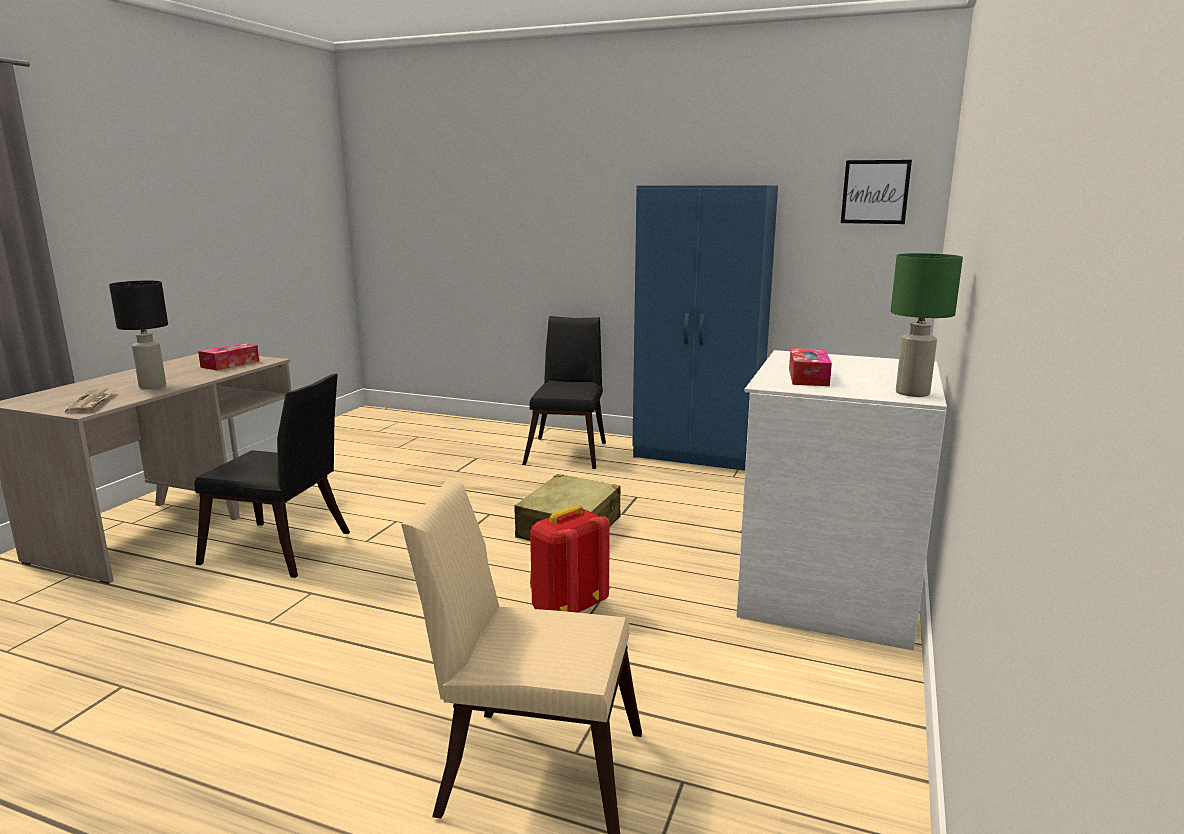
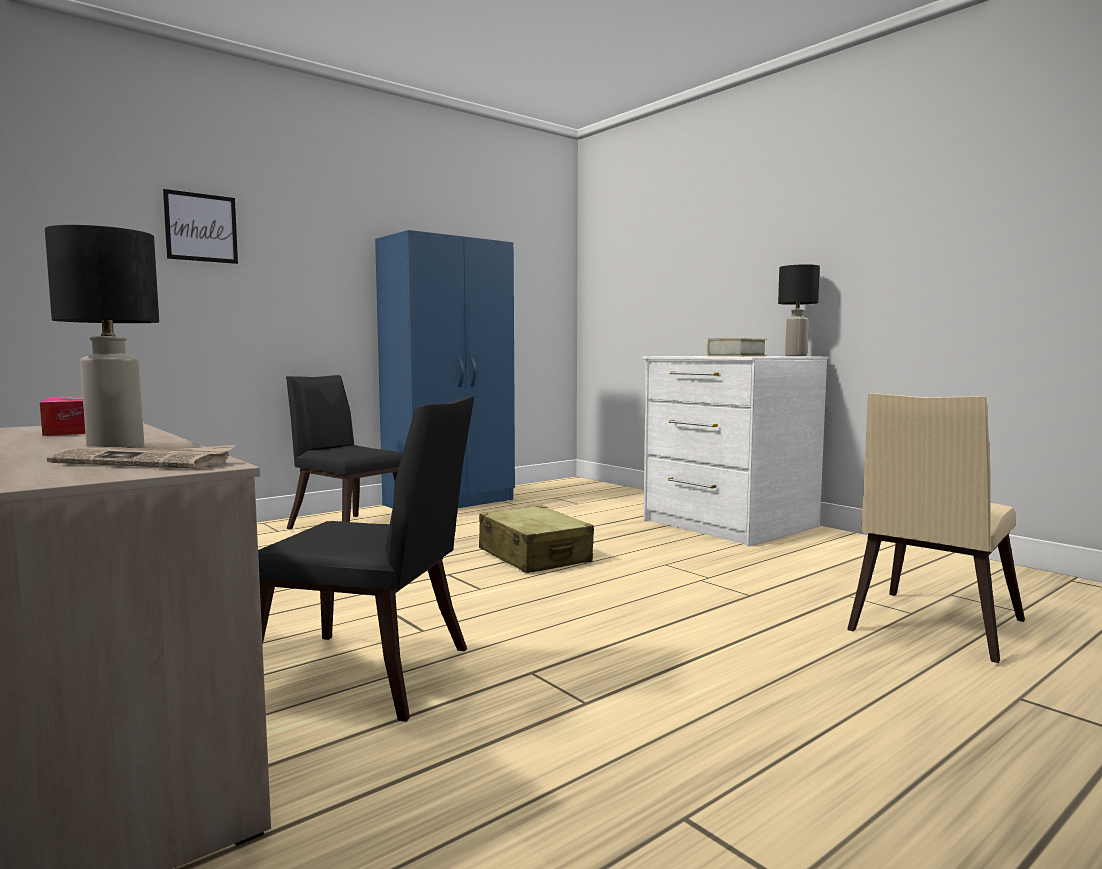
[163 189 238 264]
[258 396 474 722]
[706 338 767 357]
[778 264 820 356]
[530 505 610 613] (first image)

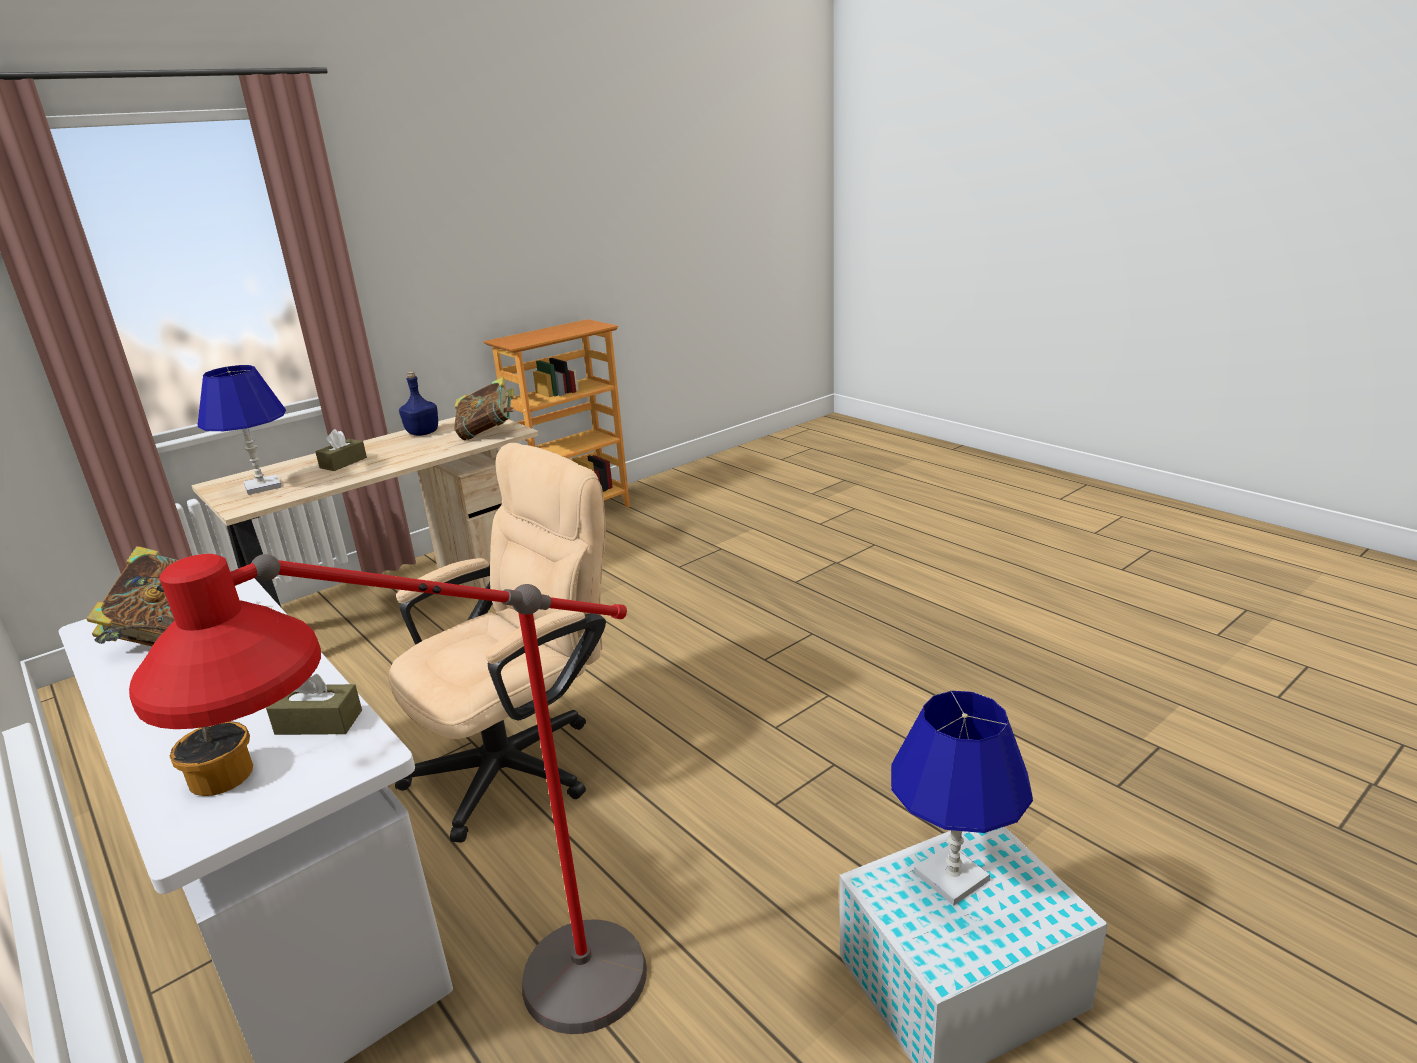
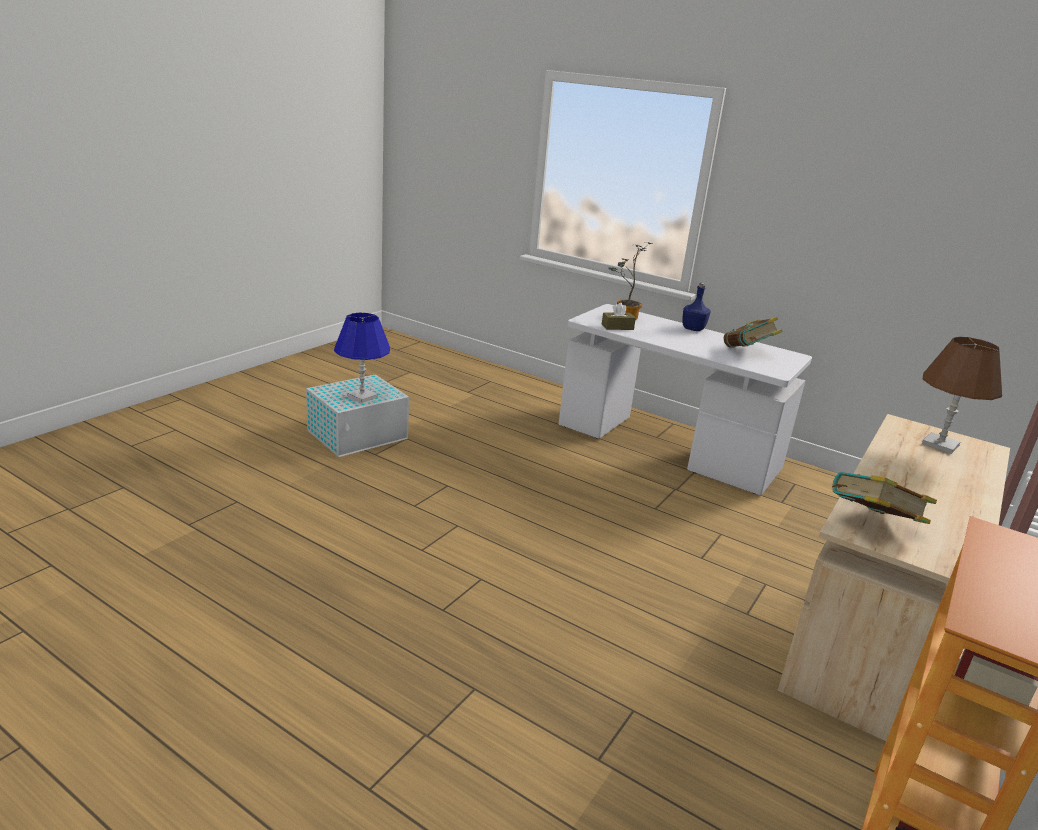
[682 283 711 331]
[922 337 1002 454]
[129 554 647 1034] (first image)
[315 429 367 471] (first image)
[389 443 606 843] (first image)

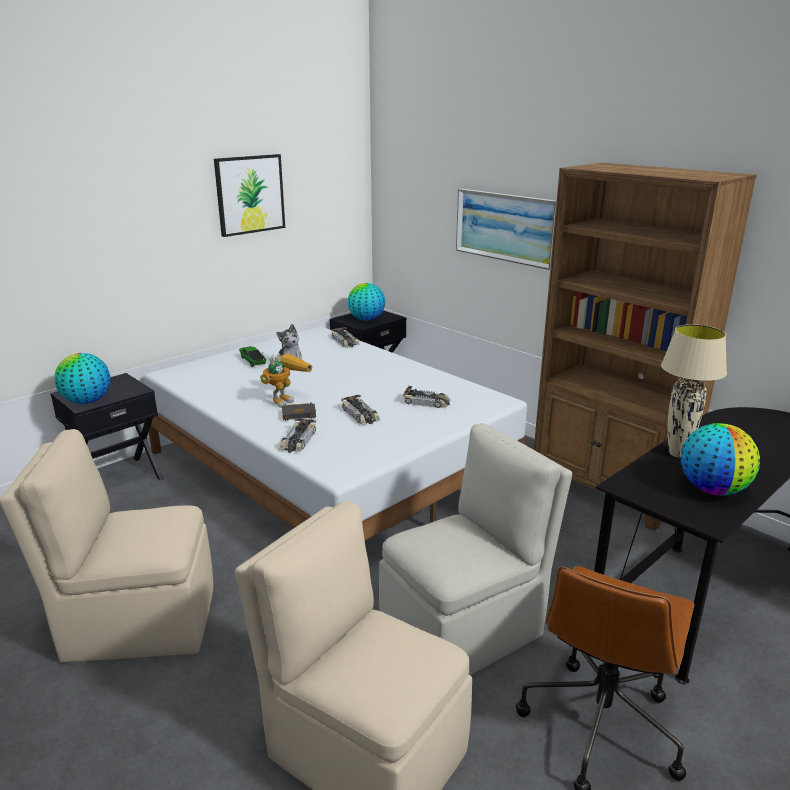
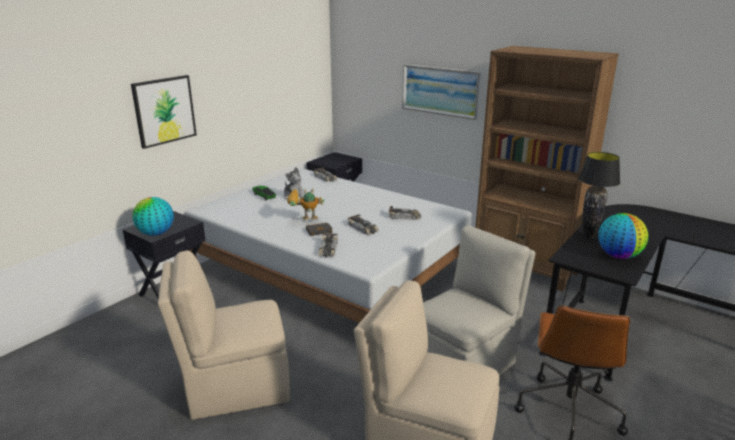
[131 75 197 149]
[287 188 324 219]
[578 152 620 238]
[348 283 385 321] (first image)

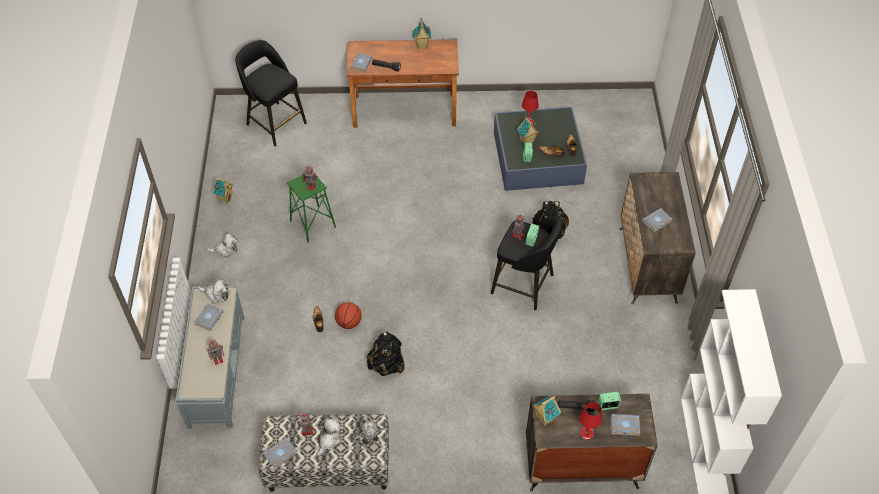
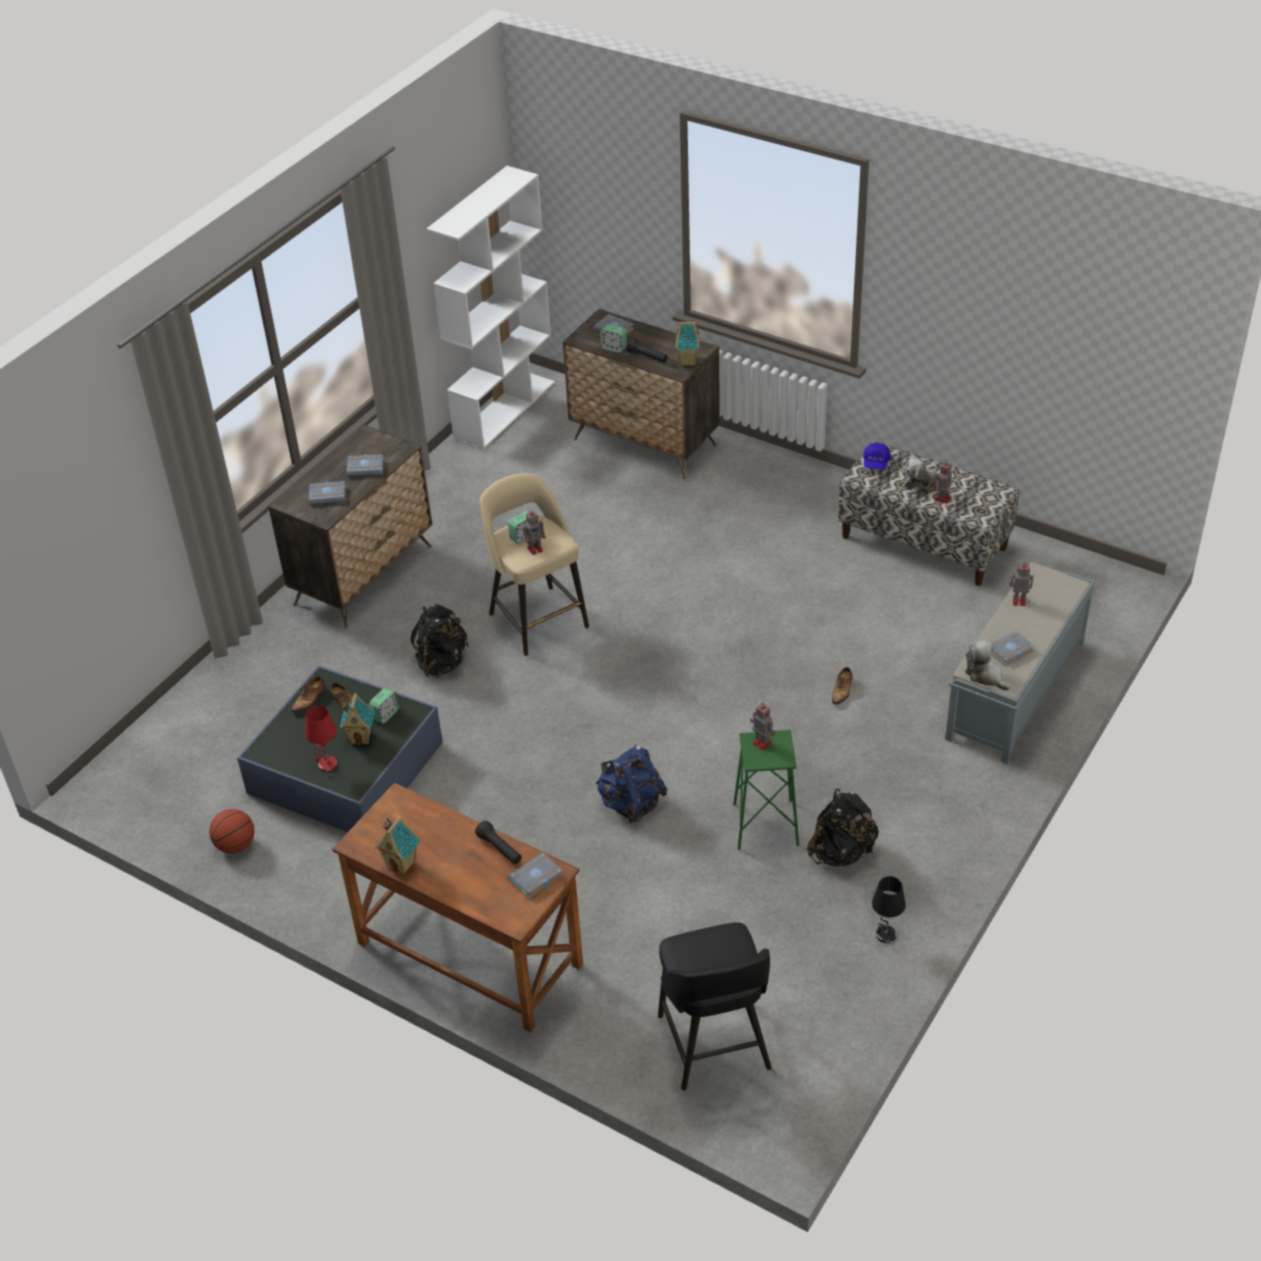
[209 809 255 853]
[309 481 346 505]
[480 473 589 656]
[595 745 668 823]
[807 789 879 866]
[863 443 891 470]
[872 876 906 943]
[207 233 237 257] (first image)
[579 402 602 440] (first image)

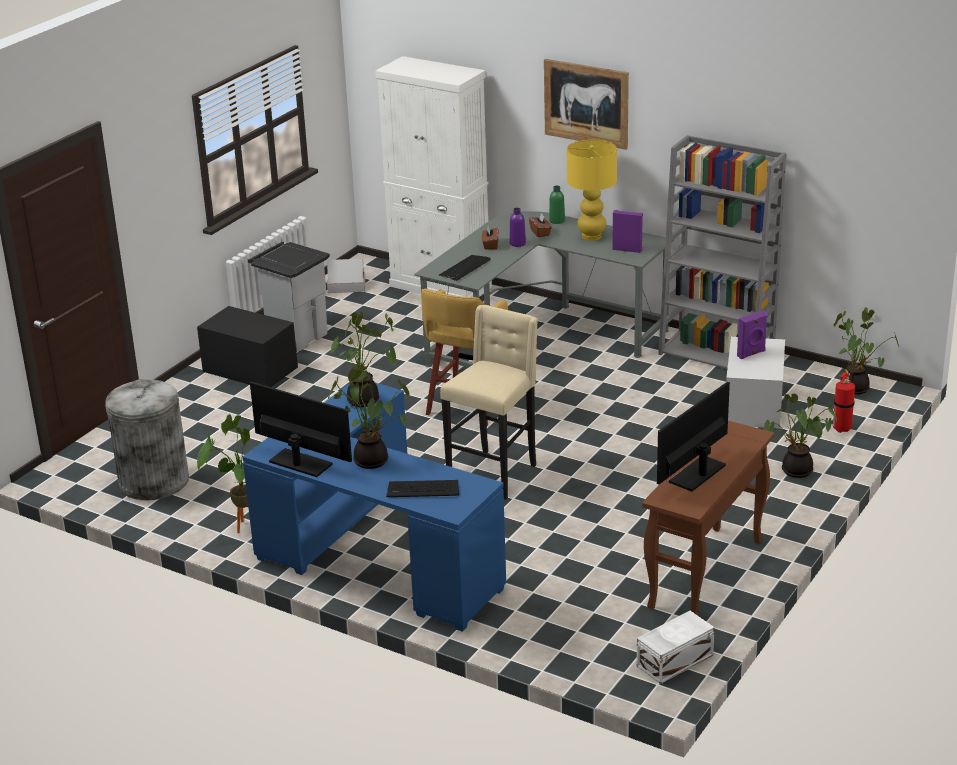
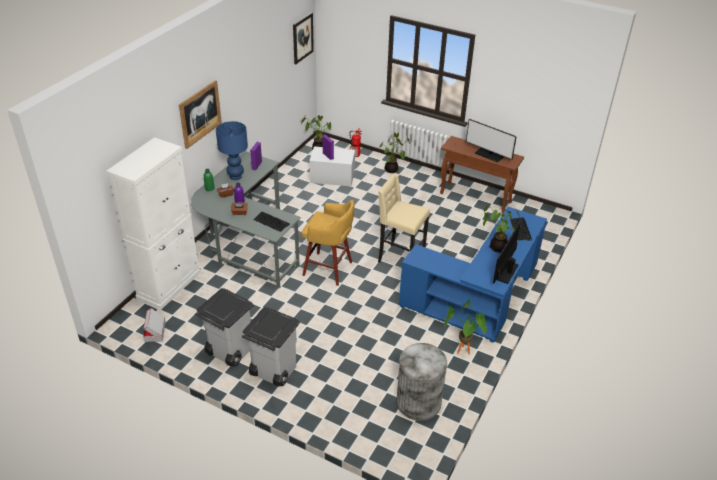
[216 121 248 180]
[242 307 300 386]
[293 12 314 64]
[330 312 396 407] (first image)
[637 611 715 684] (first image)
[658 135 786 369] (first image)

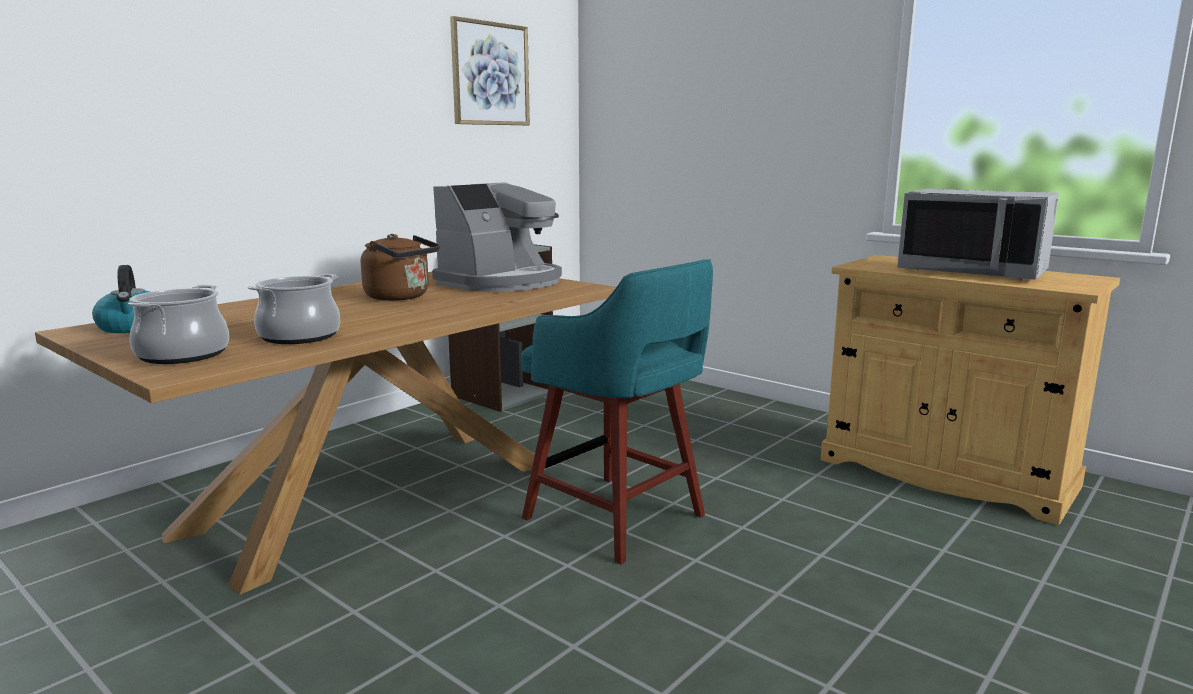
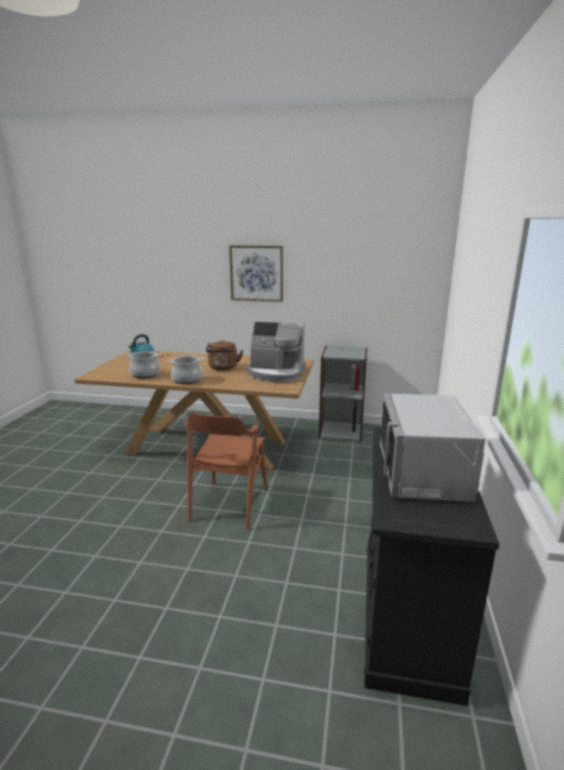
[167 356 204 384]
[185 413 268 530]
[229 245 283 302]
[364 428 499 706]

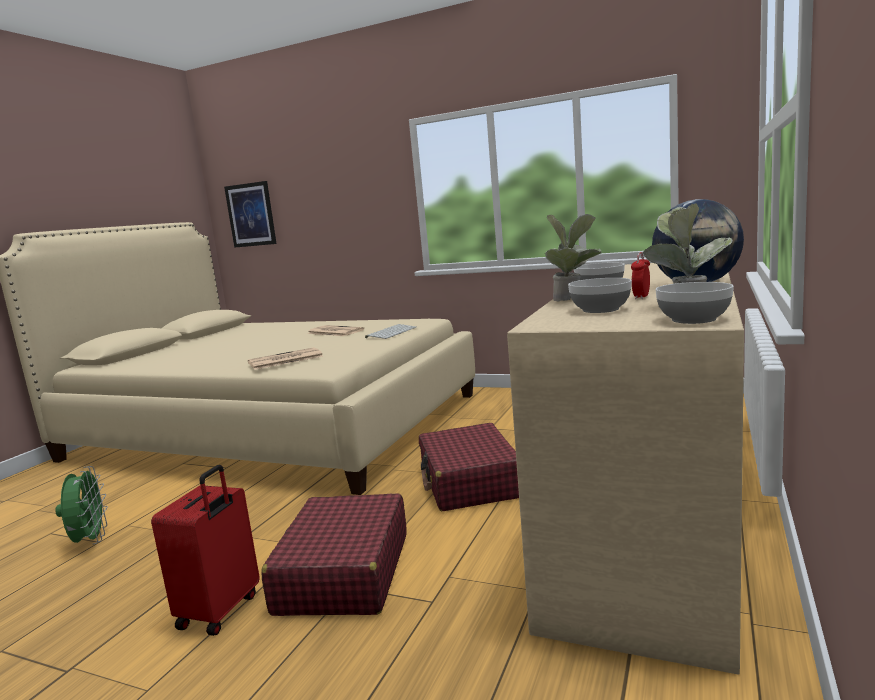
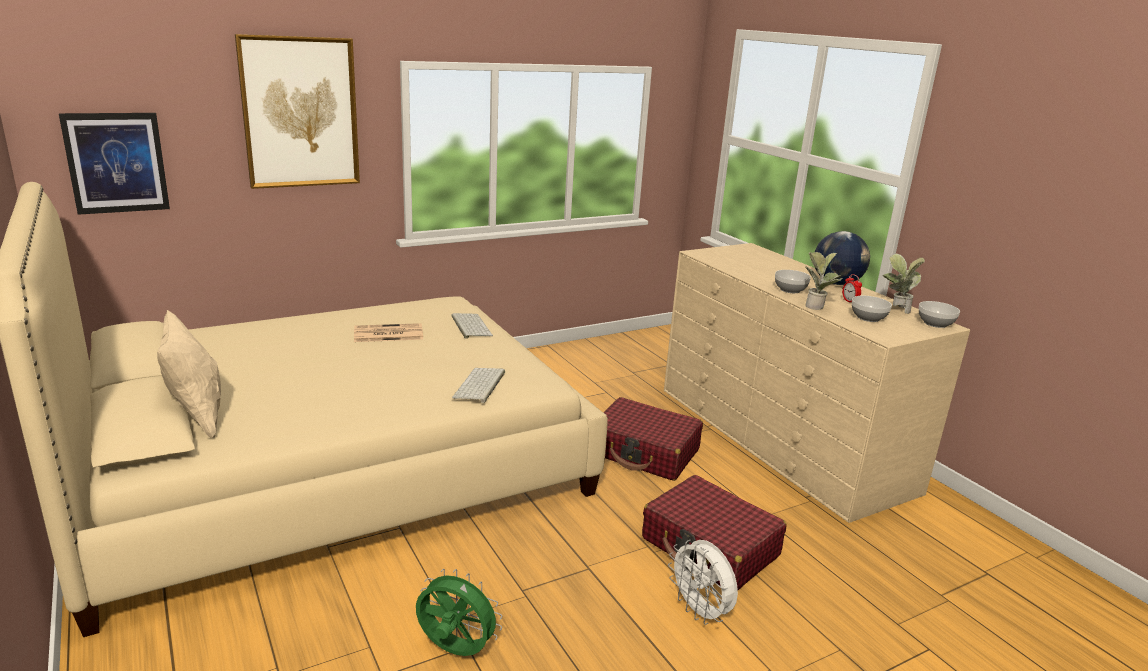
[157 310 221 439]
[235 34 360 189]
[452 368 505 403]
[668 540 738 625]

